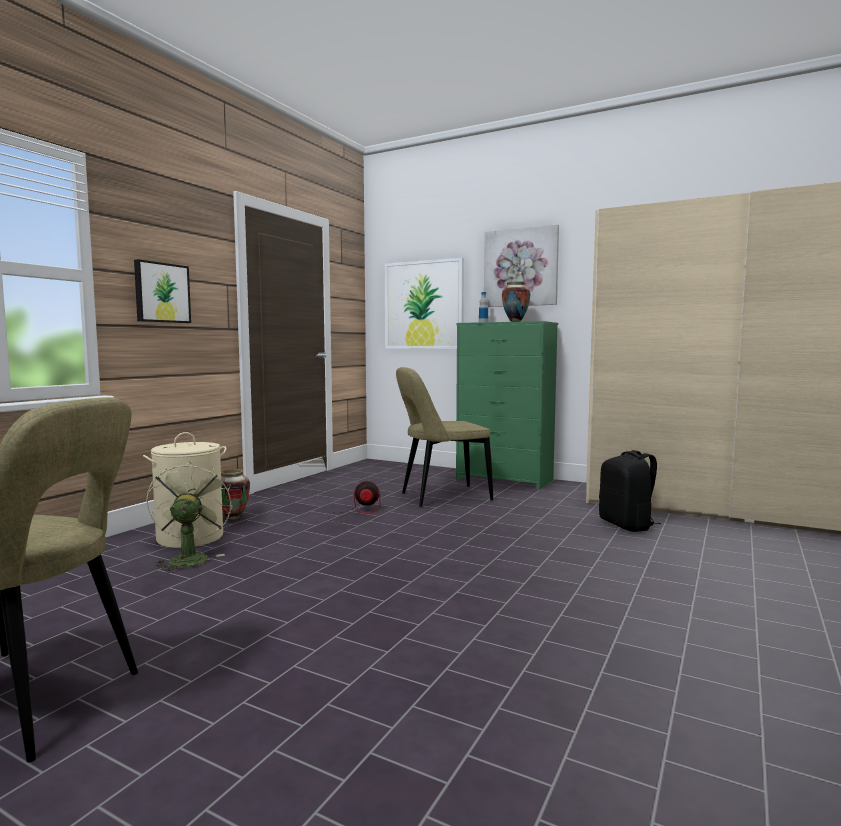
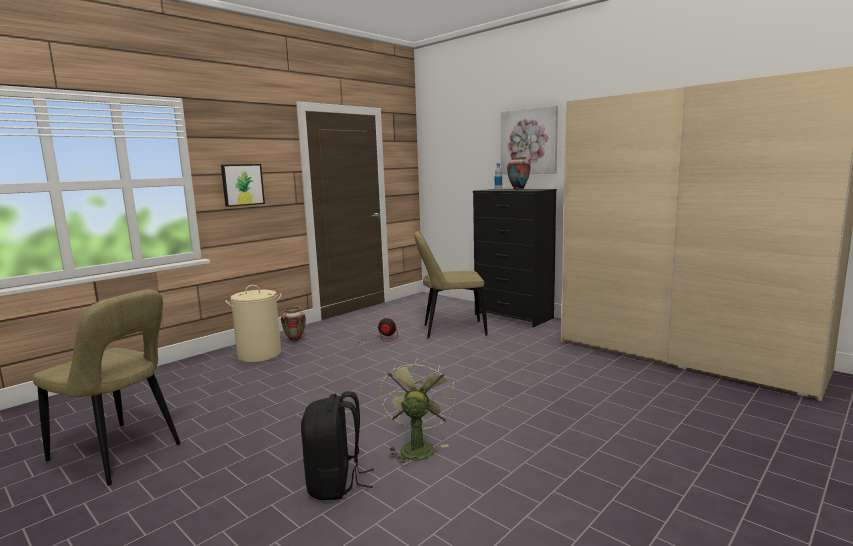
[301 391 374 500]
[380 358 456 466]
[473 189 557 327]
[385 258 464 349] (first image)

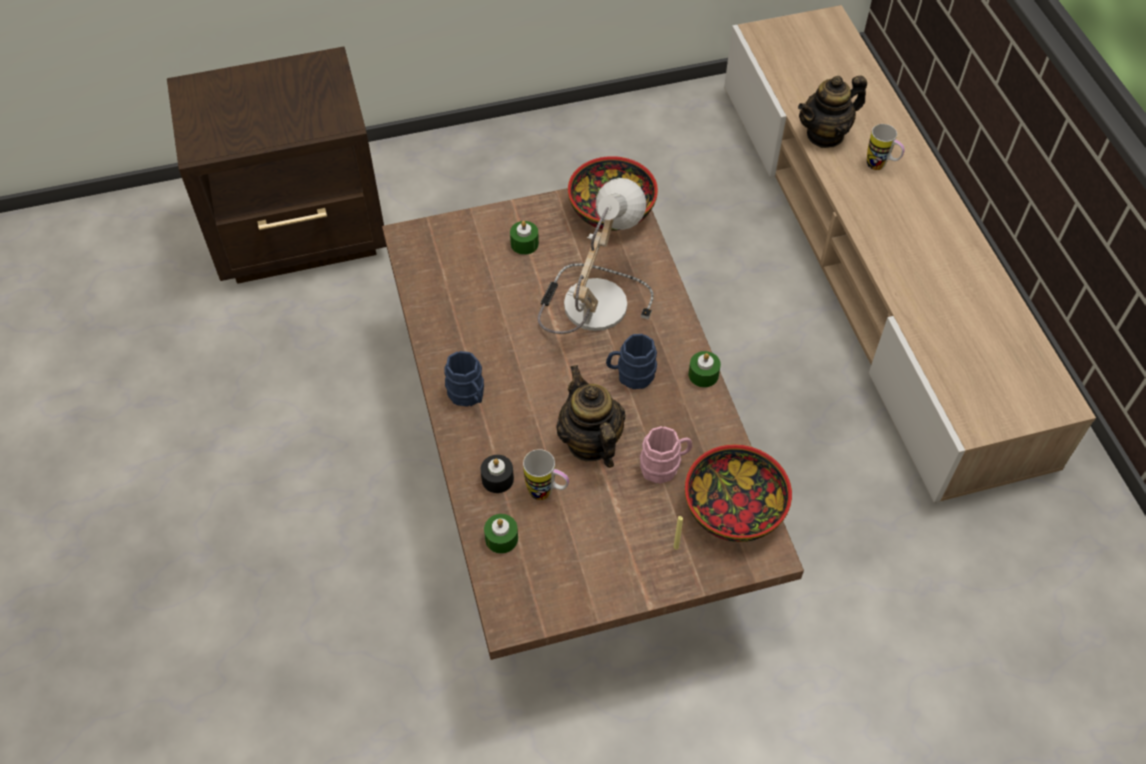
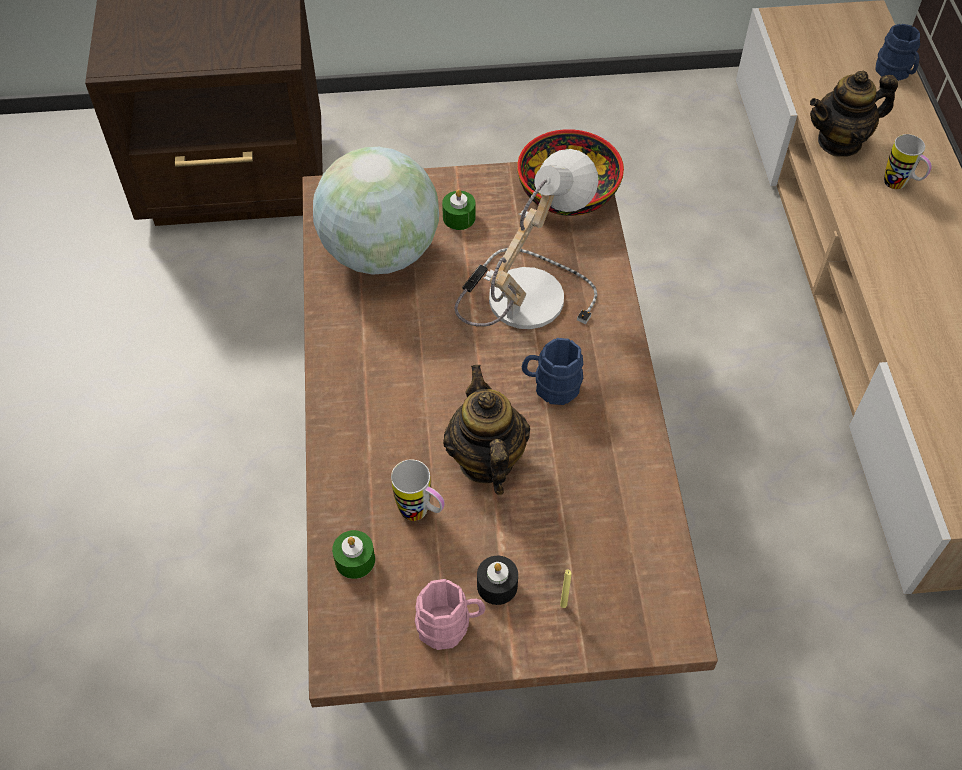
[313 147 439 275]
[415 579 486 650]
[477 556 518 605]
[875 24 920 81]
[685 444 792 542] (first image)
[689 351 721 388] (first image)

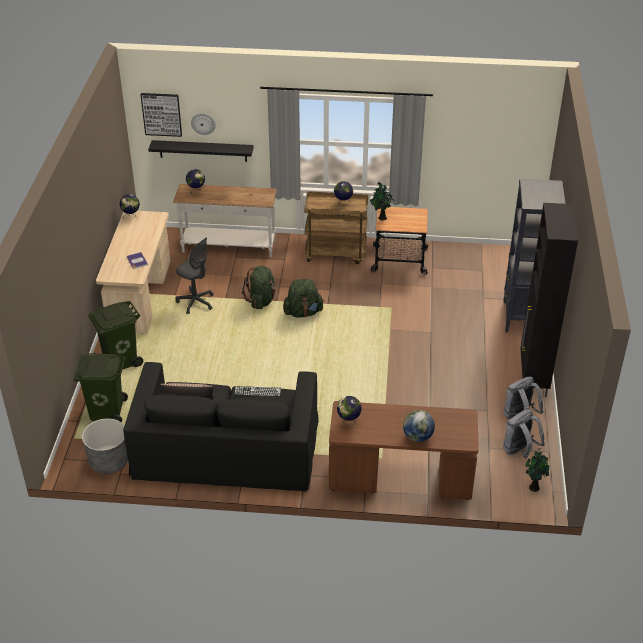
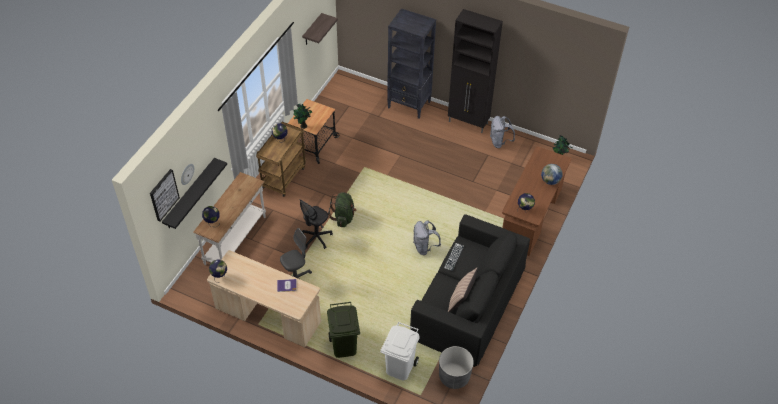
[300 199 333 249]
[302 13 338 45]
[380 322 420 380]
[413 221 441 255]

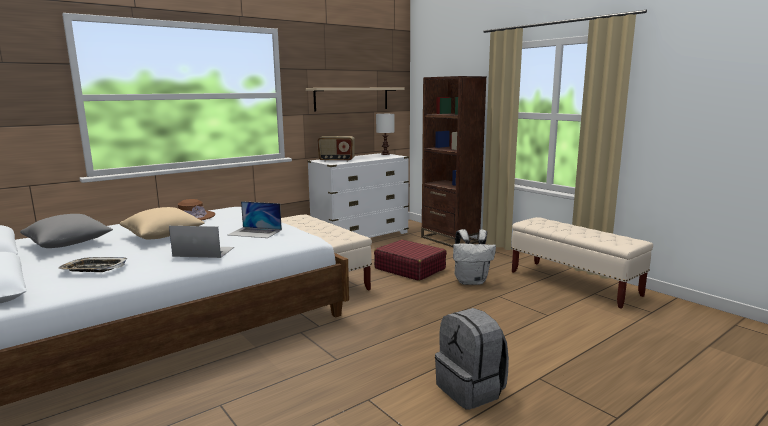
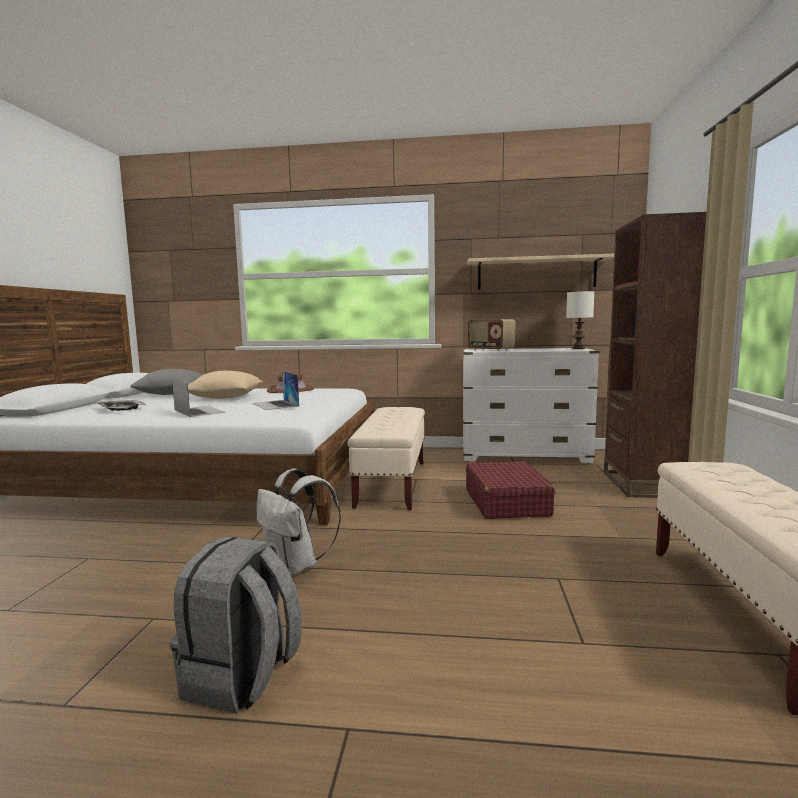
[257 469 341 576]

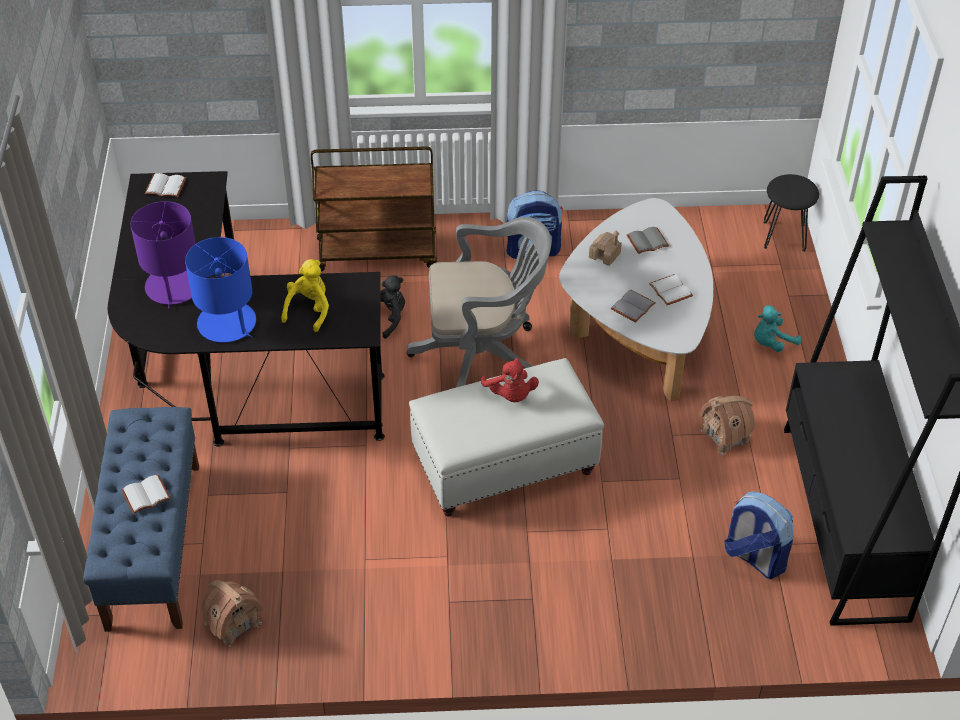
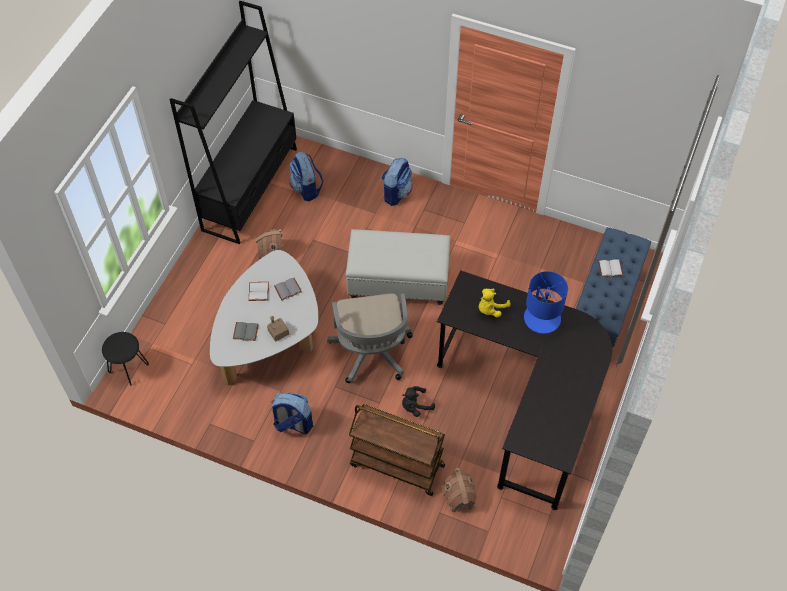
[327 293 413 383]
[381 158 412 206]
[441 468 477 513]
[130 201 196 309] (first image)
[145 173 186 197] (first image)
[481 358 539 402] (first image)
[754 305 801 352] (first image)

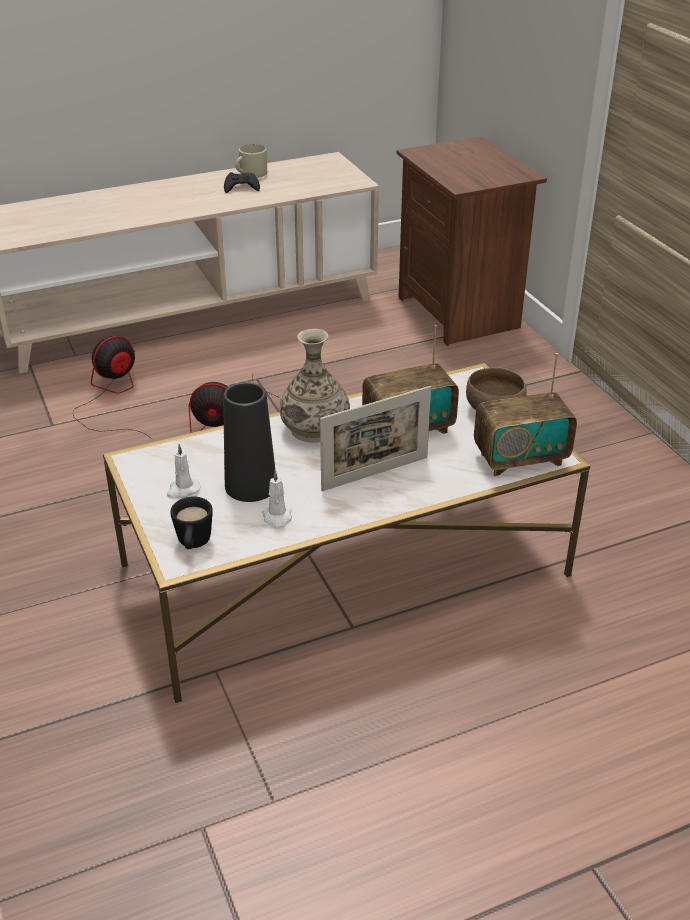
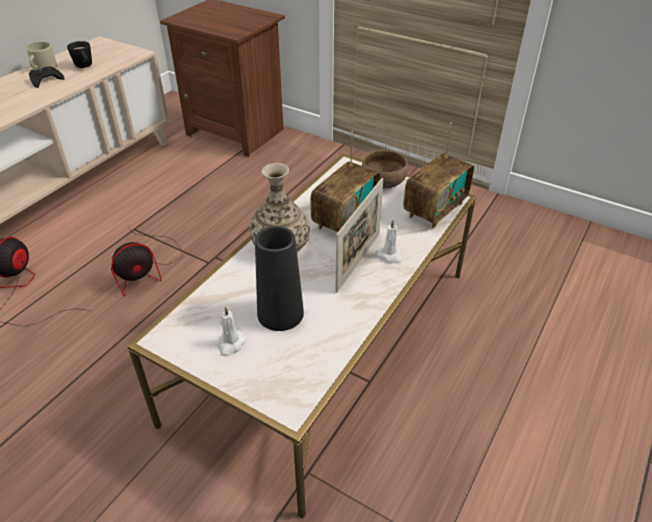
[67 41 92 68]
[377 220 402 264]

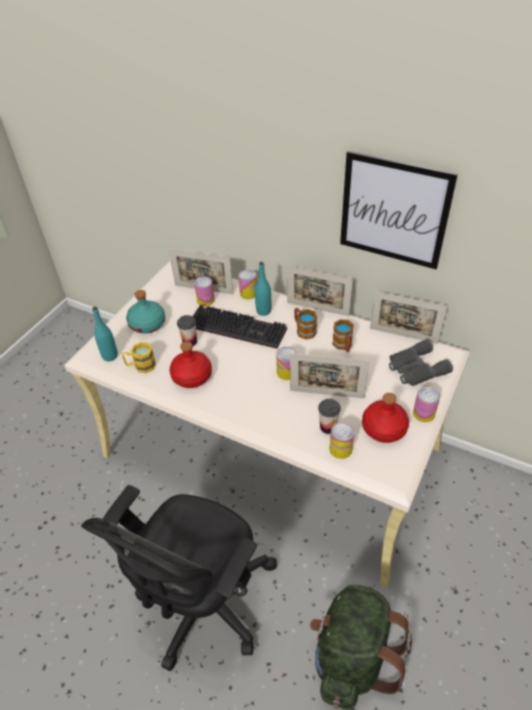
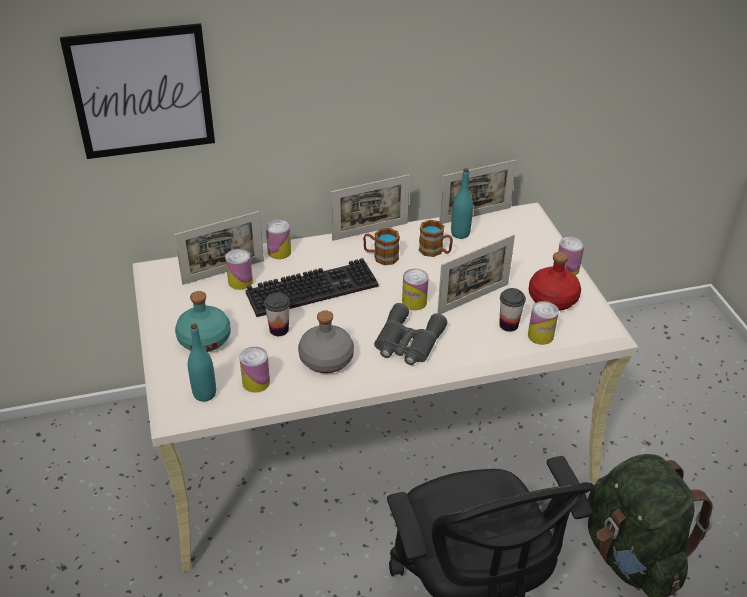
[60 23 215 159]
[239 347 270 393]
[298 310 354 373]
[374 303 447 365]
[451 168 473 239]

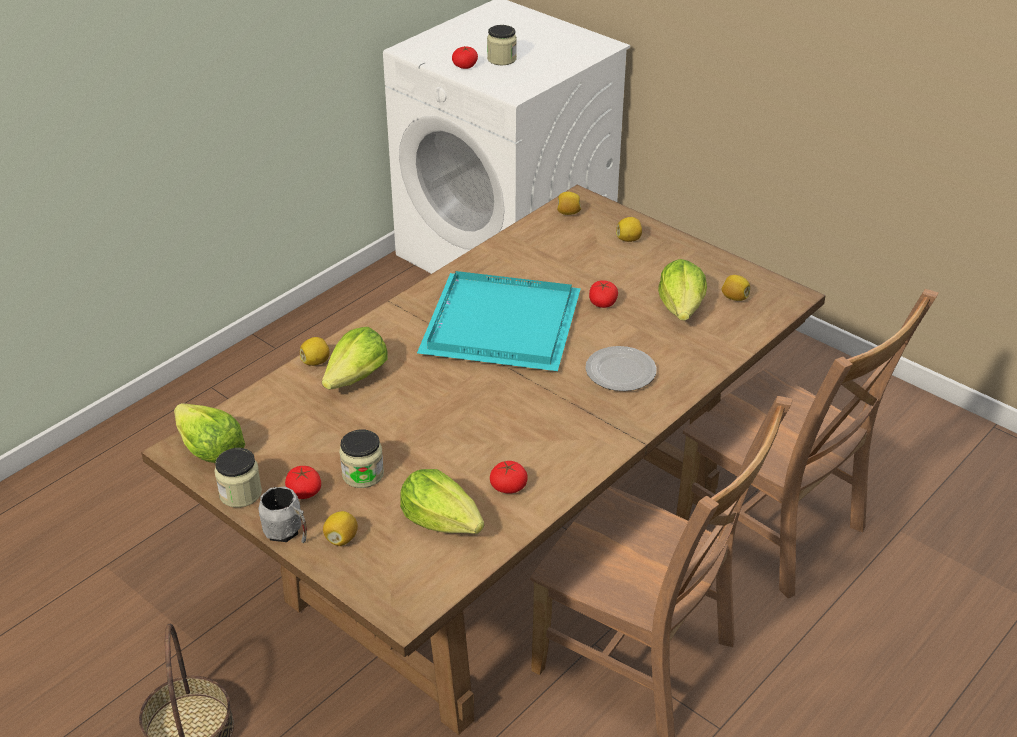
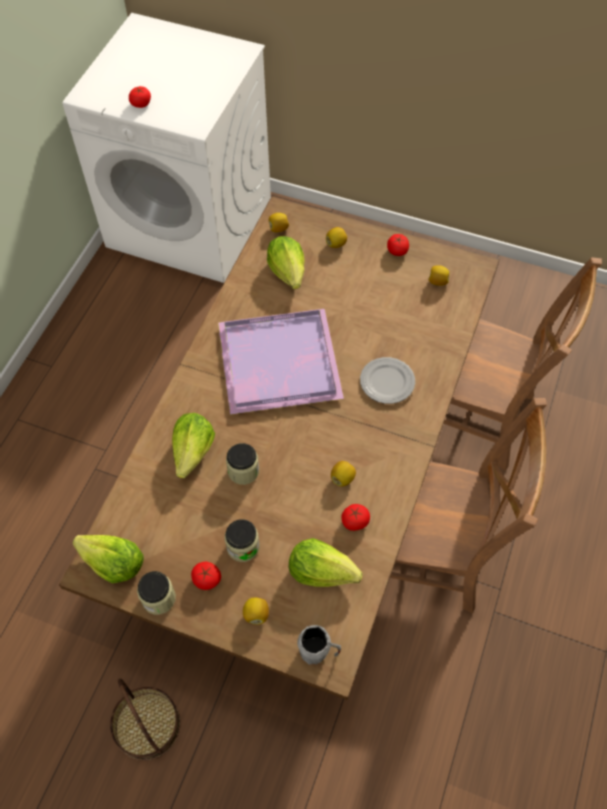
[218 309 344 415]
[226 443 259 485]
[267 236 305 289]
[297 625 341 665]
[331 461 356 487]
[387 234 409 256]

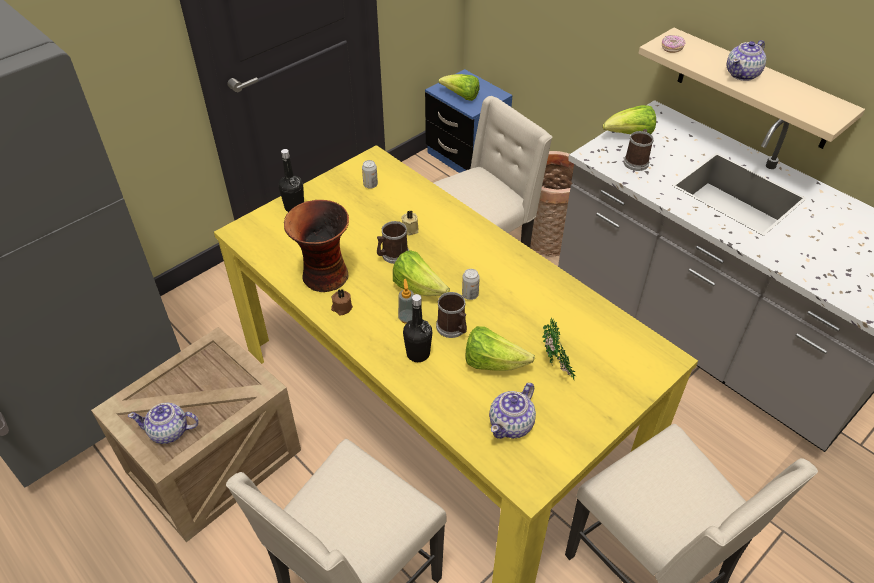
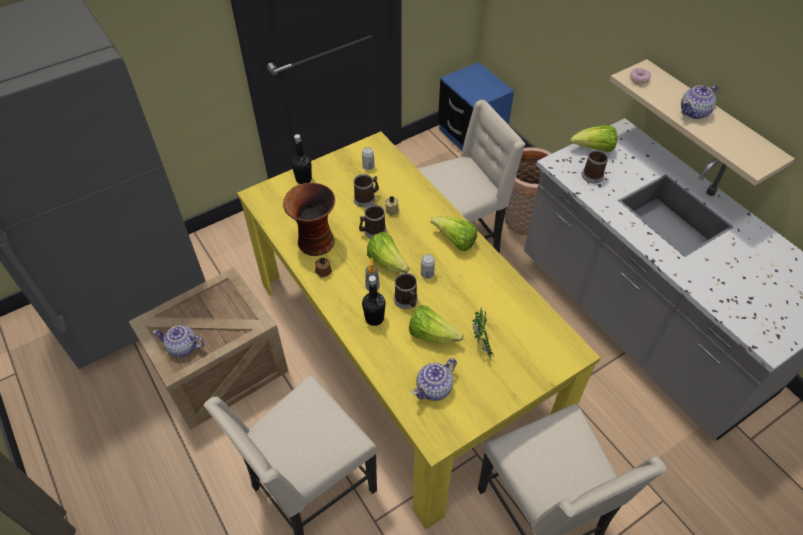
[354 174 379 208]
[430 216 477 251]

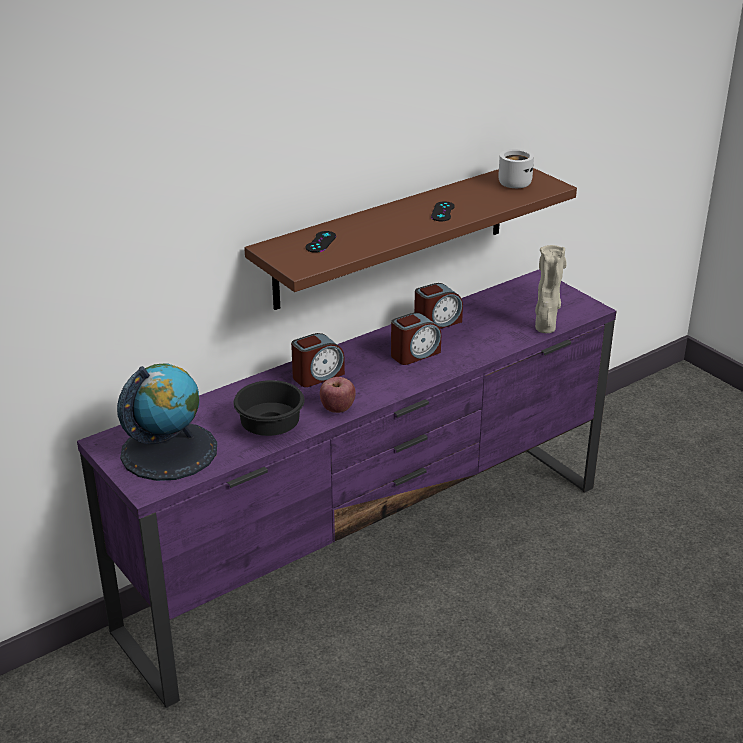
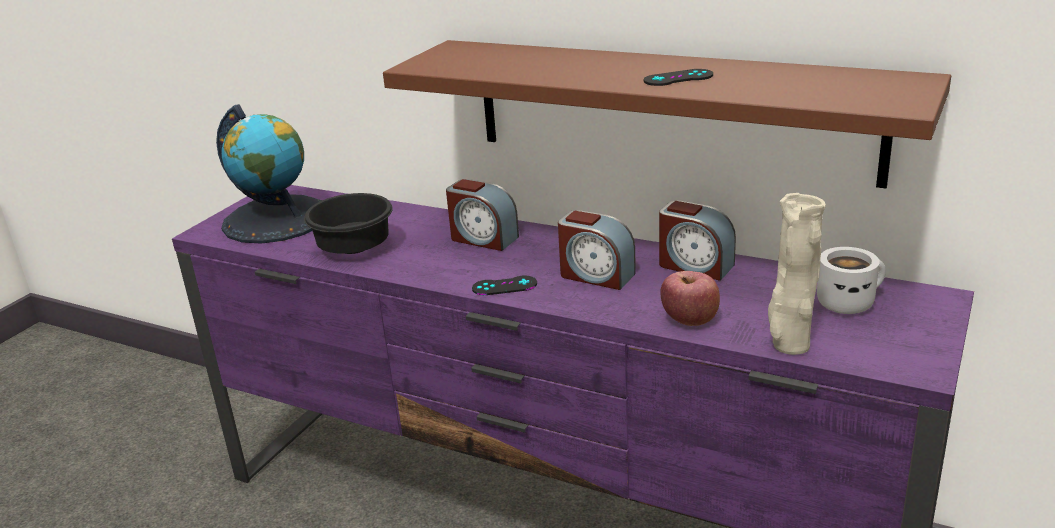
[472 275 537 295]
[660 271 720 326]
[817 247 886 314]

